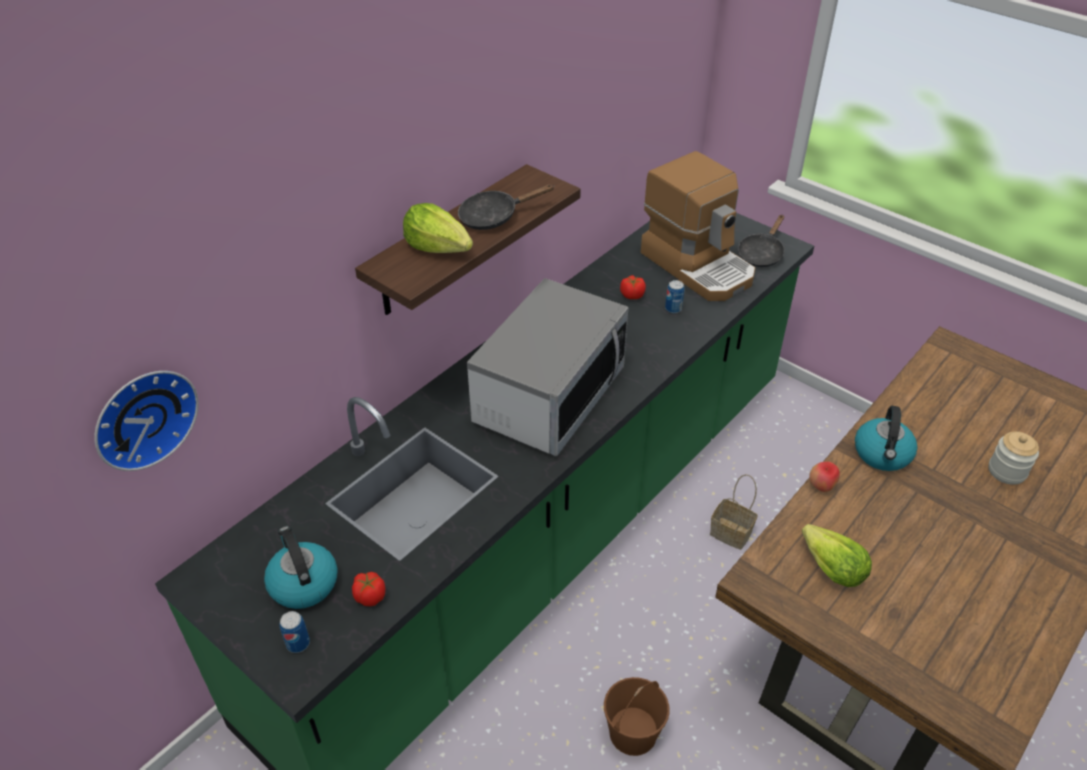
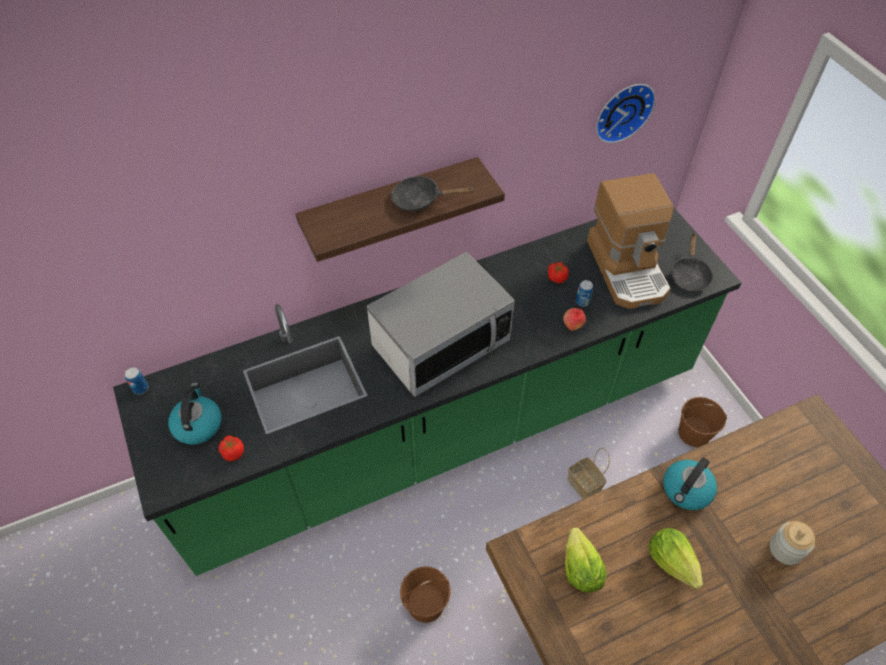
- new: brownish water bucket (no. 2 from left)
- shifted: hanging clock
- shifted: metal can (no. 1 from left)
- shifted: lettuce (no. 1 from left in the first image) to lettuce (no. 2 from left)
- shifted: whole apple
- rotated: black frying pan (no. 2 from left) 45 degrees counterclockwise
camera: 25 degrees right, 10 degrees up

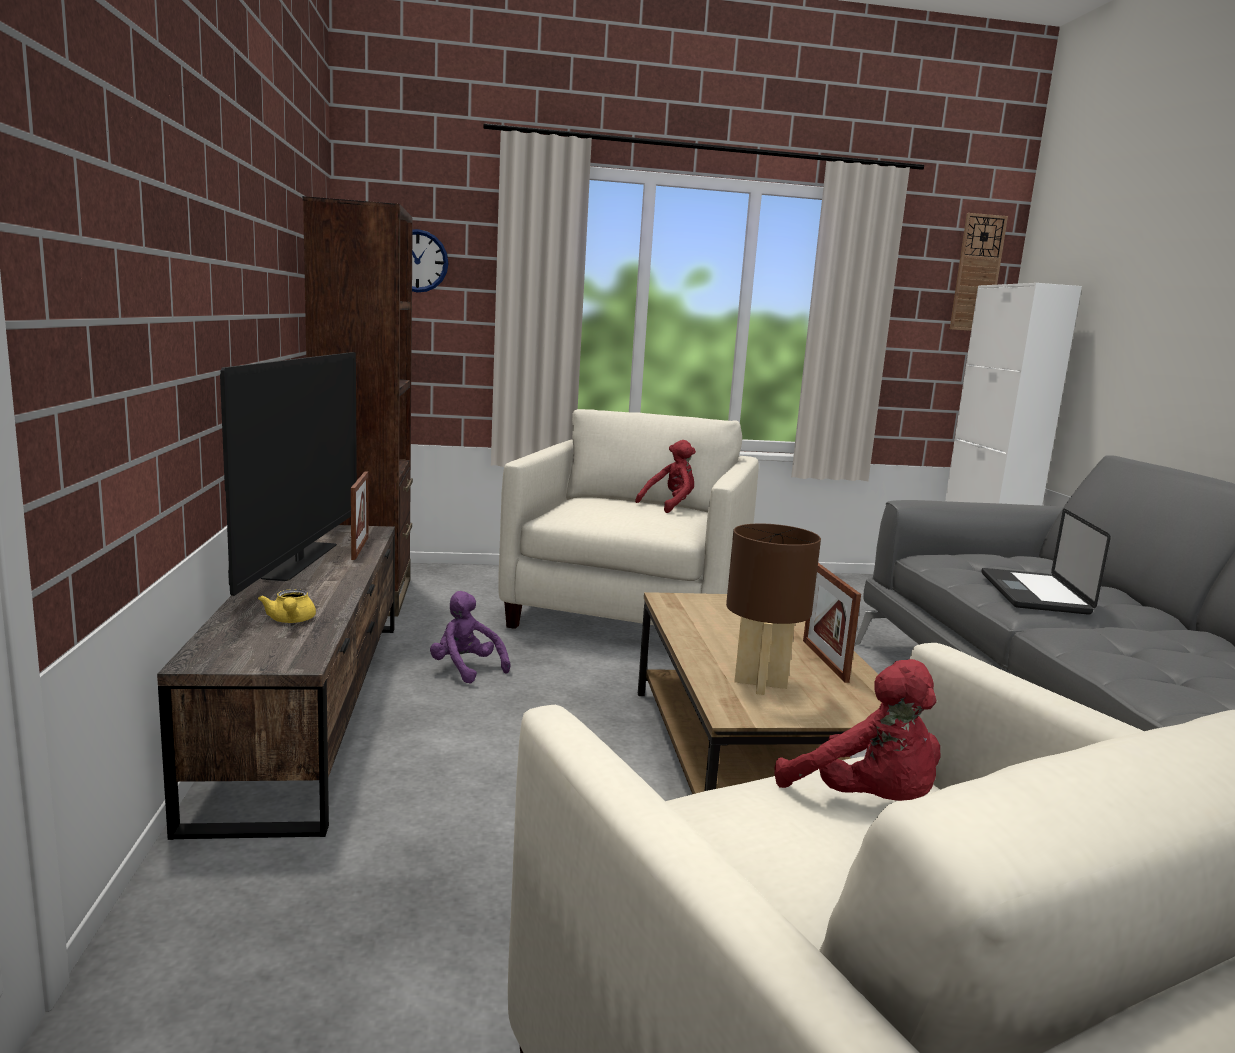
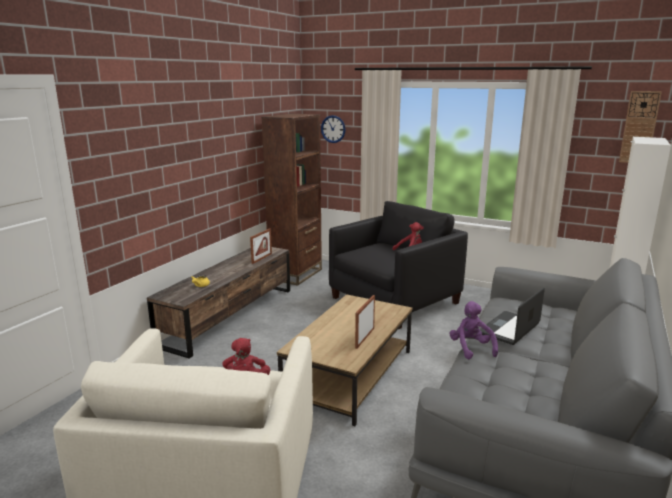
- gone: TV
- gone: brownish tabletop lamp
- shifted: purple cuddly toy
- repainted: sand-coloured lounge chair (no. 1 from left) to black lounge chair
camera: 35 degrees right, 5 degrees up

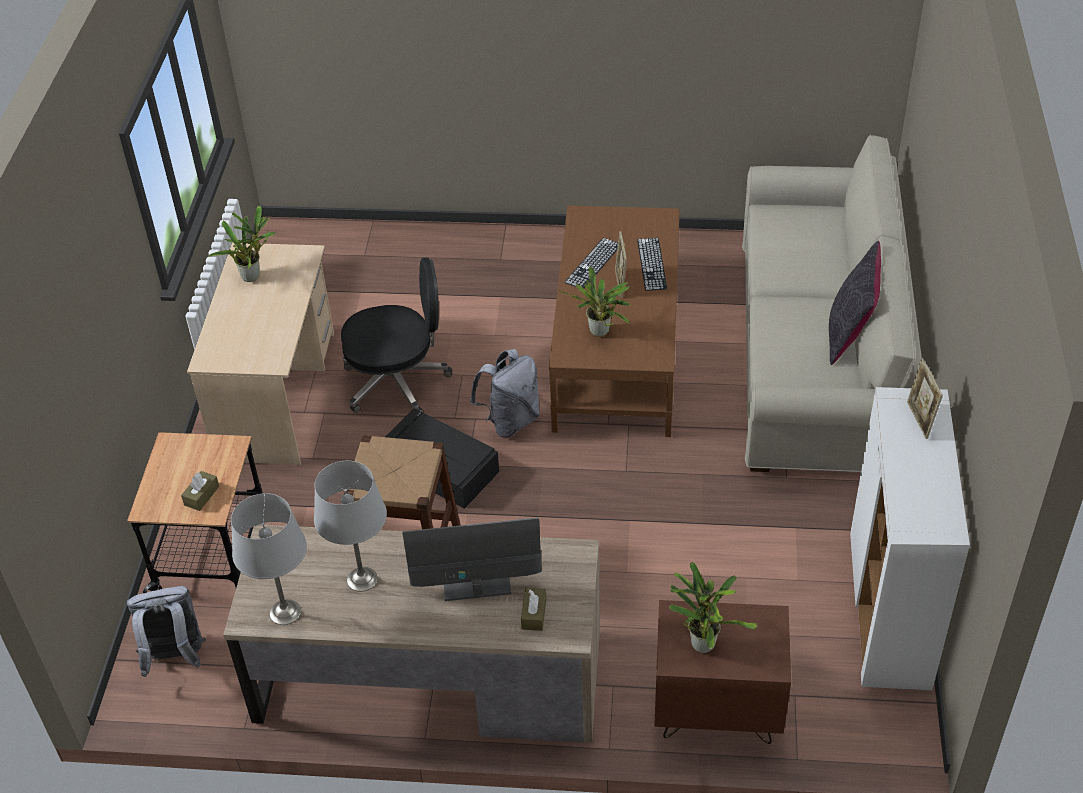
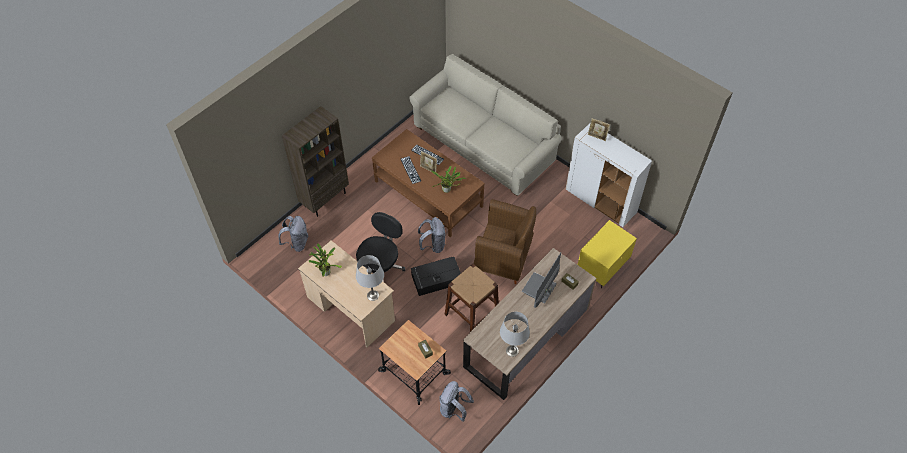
- gone: houseplant (no. 3 from left)
- gone: black throw pillow
- new: gray backpack (no. 1 from left)
- new: brownish bookcase
- new: brownish lounge chair
- shifted: gray tabletop lamp (no. 2 from left in the first image) to gray tabletop lamp (no. 1 from left)
- repainted: brownish nightstand to yellow-coloured nightstand
camera: 55 degrees left, 10 degrees up

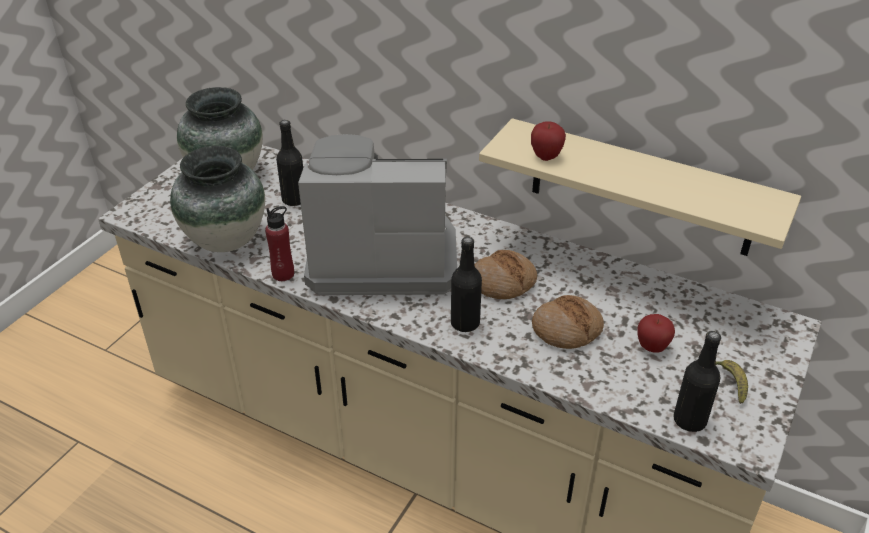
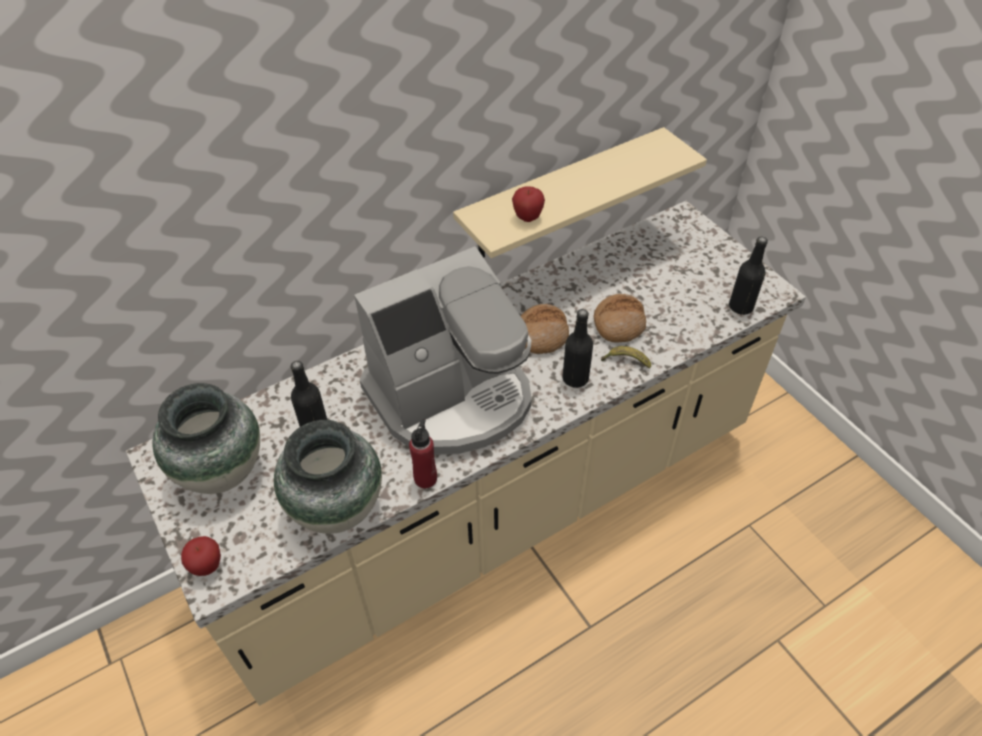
- shifted: whole apple (no. 2 from left in the first image) to whole apple (no. 1 from left)
- shifted: banana fruit
- rotated: coffee maker 150 degrees counterclockwise
camera: 60 degrees left, 10 degrees up

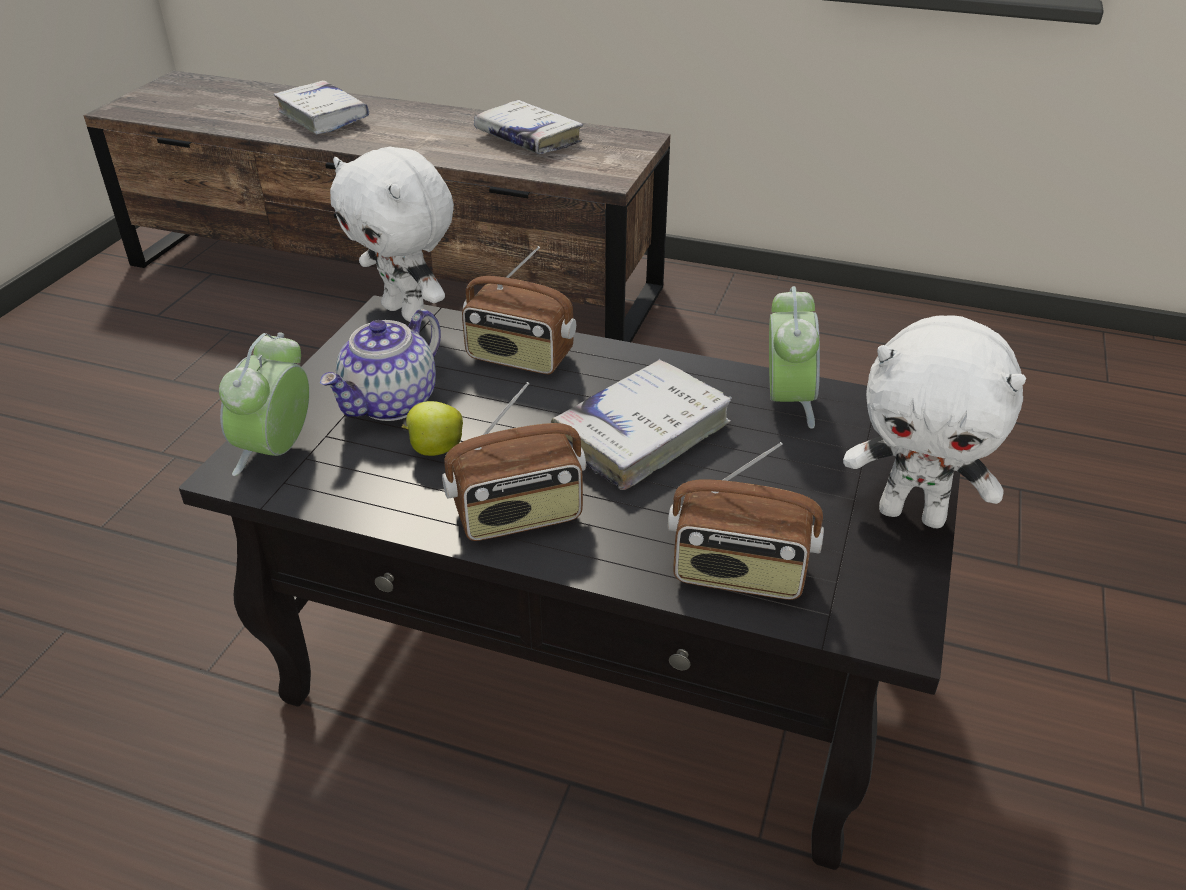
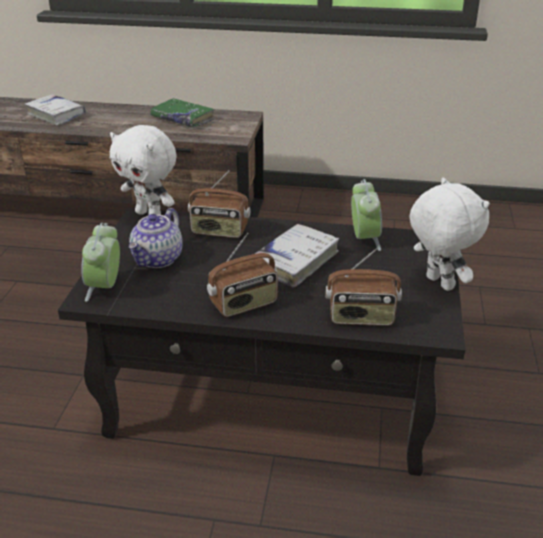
- gone: whole apple
- repainted: white-coloured bound book (no. 2 from left) to green-coloured bound book
- rotated: white-coloured cuddly toy (no. 2 from left) 135 degrees counterclockwise
camera: 10 degrees left, 5 degrees down

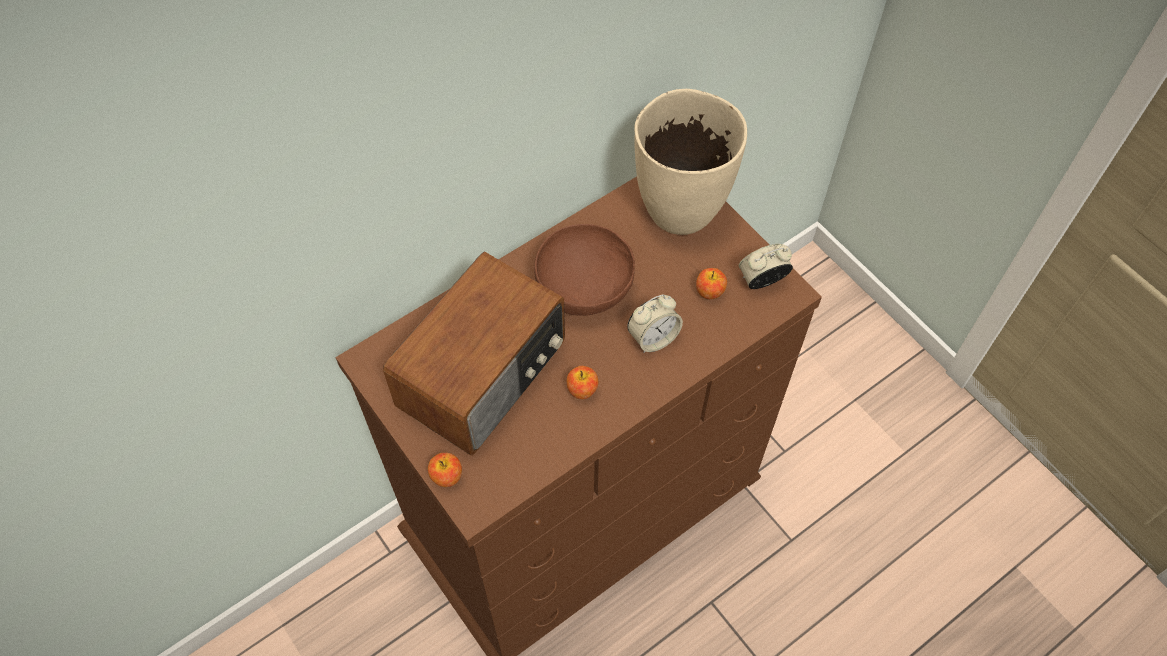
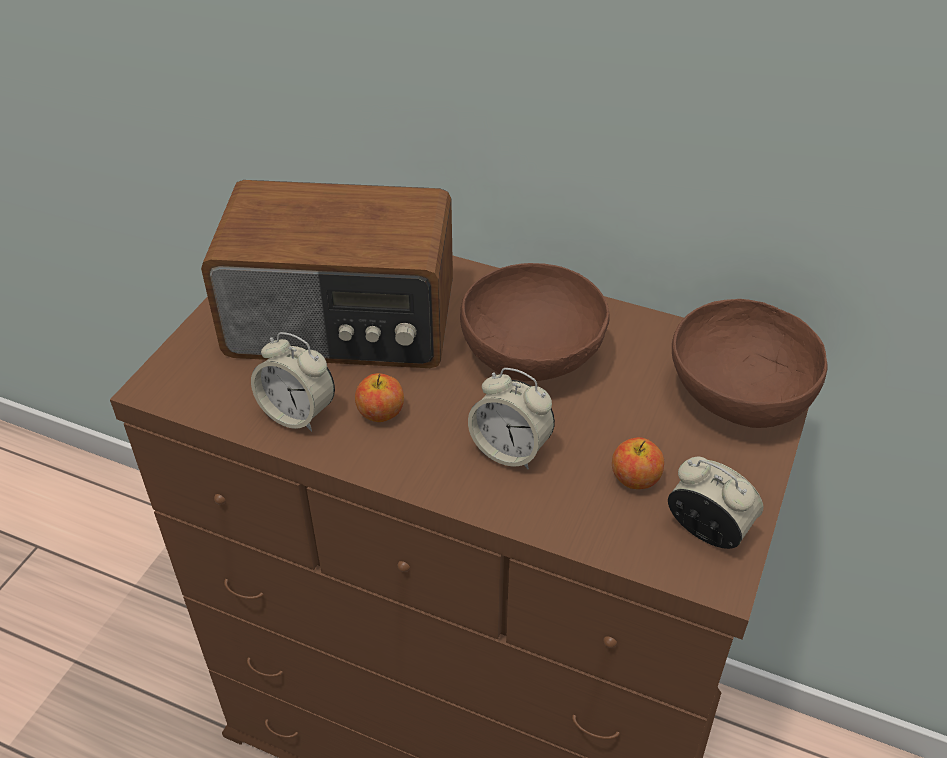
- gone: whole apple (no. 1 from left)
- new: table clock (no. 1 from left)
- swapped: sand-coloured decorative vase to brownish serving bowl (no. 2 from left)
camera: 60 degrees right, 15 degrees down

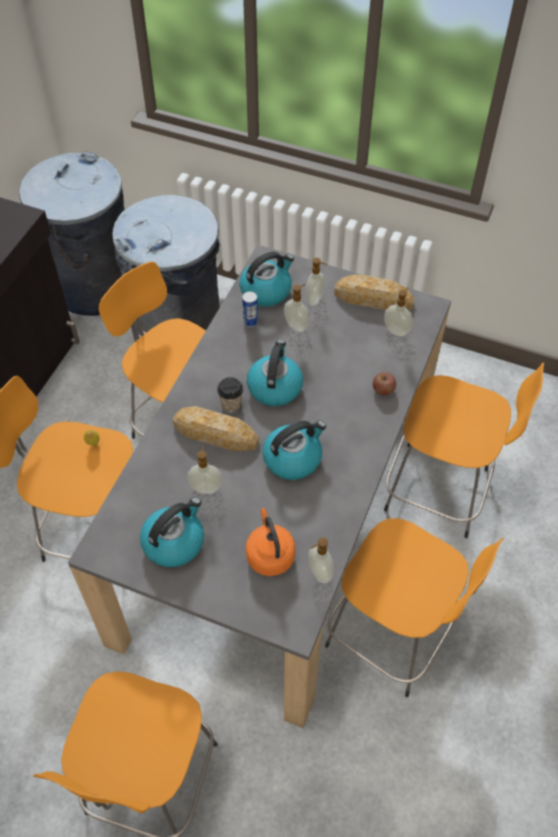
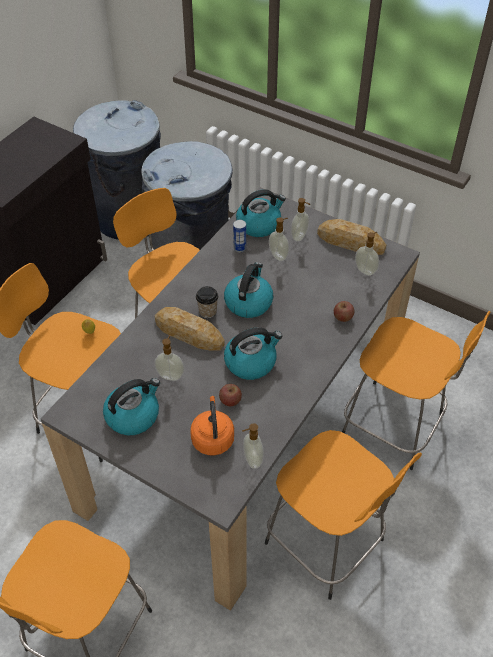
- new: whole apple (no. 1 from left)
camera: 10 degrees right, 5 degrees down

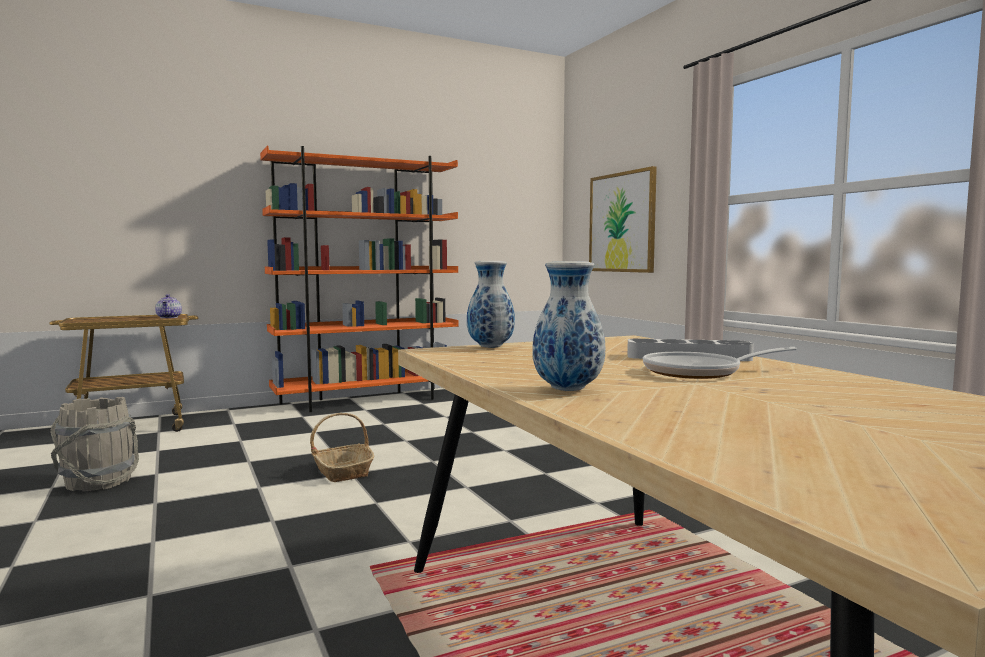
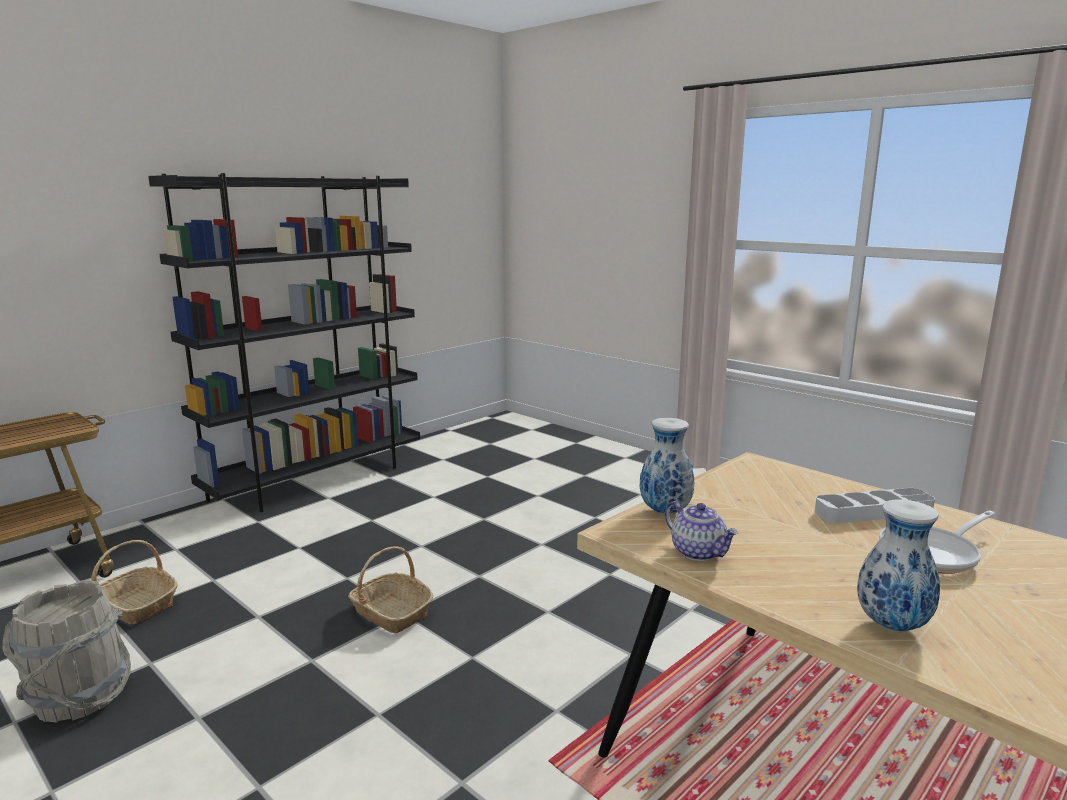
- gone: picture
- new: basket (no. 1 from left)
- shifted: teapot
- repainted: orangey bookcase to black bookcase
camera: 20 degrees left, 10 degrees up

